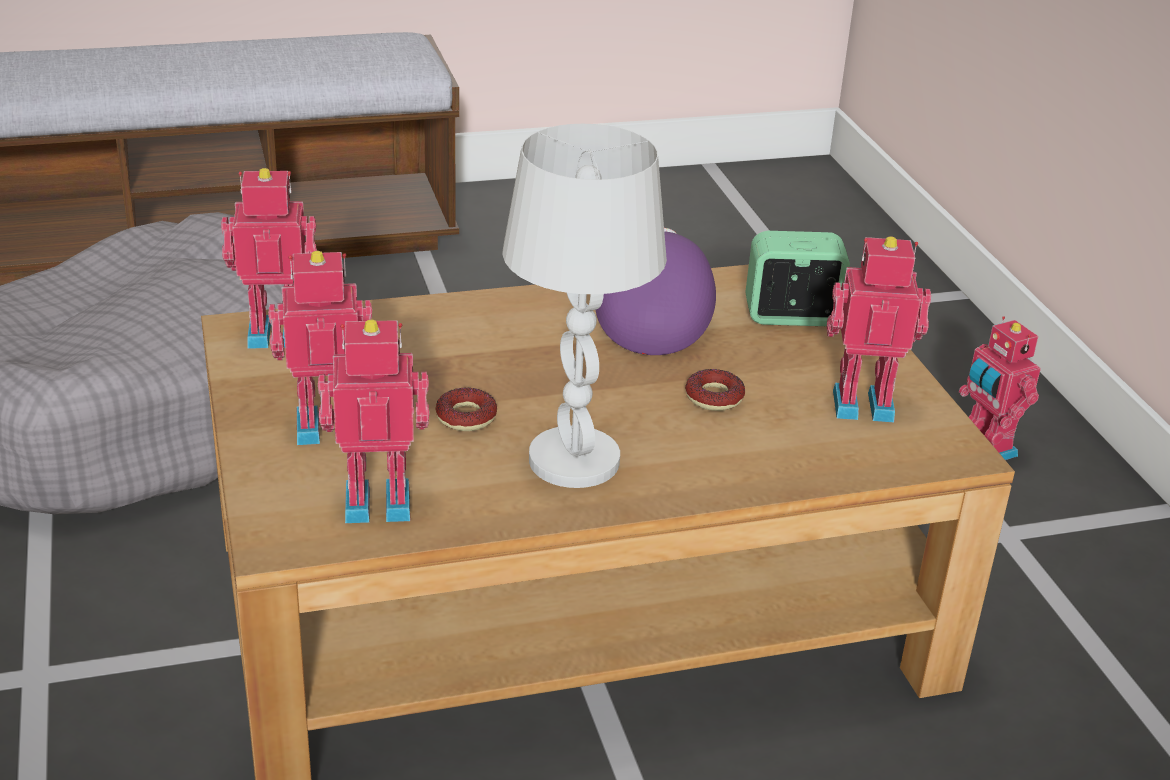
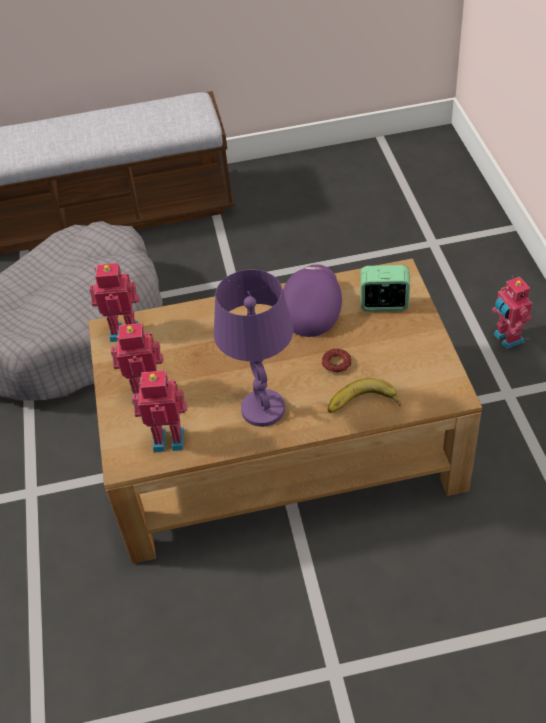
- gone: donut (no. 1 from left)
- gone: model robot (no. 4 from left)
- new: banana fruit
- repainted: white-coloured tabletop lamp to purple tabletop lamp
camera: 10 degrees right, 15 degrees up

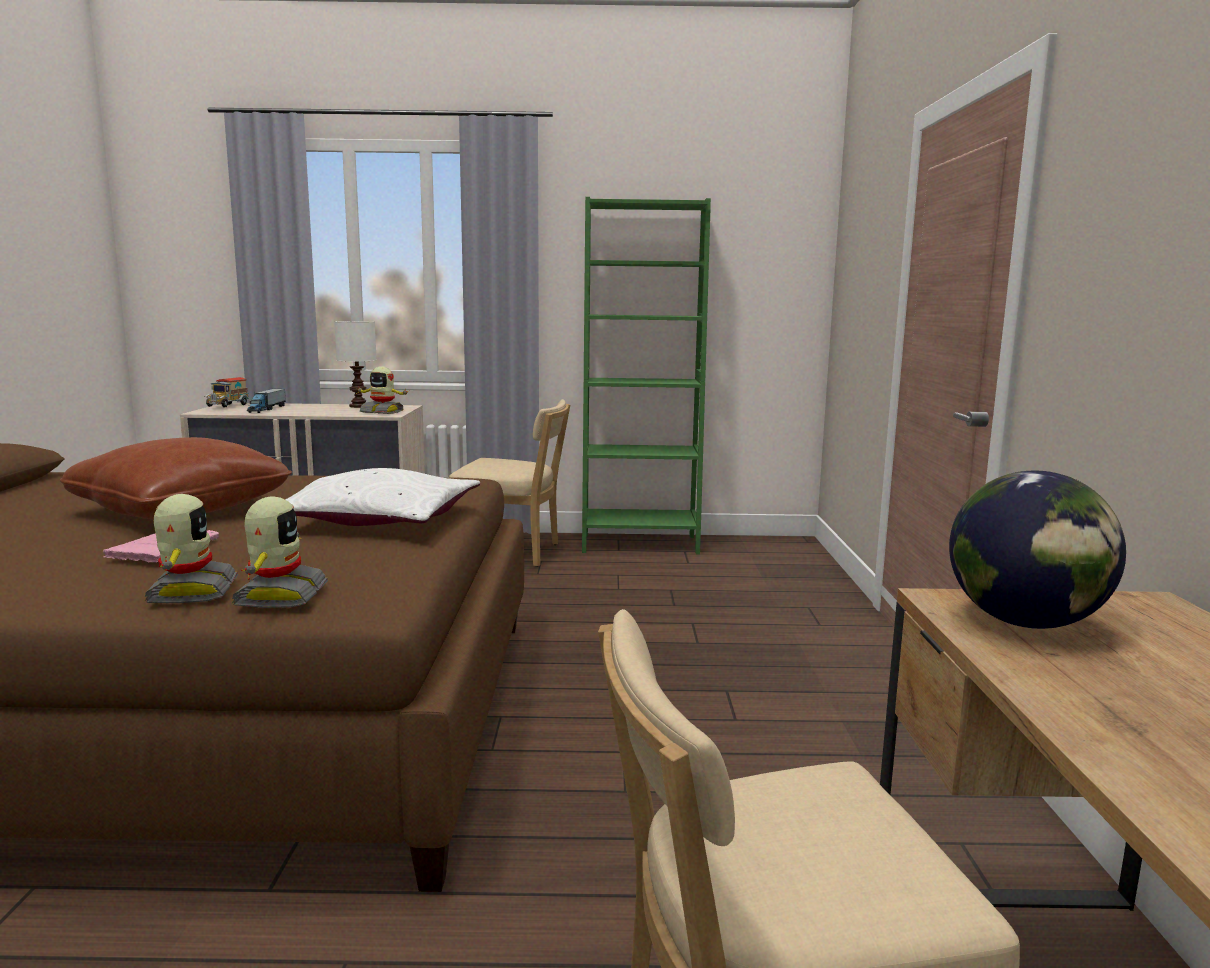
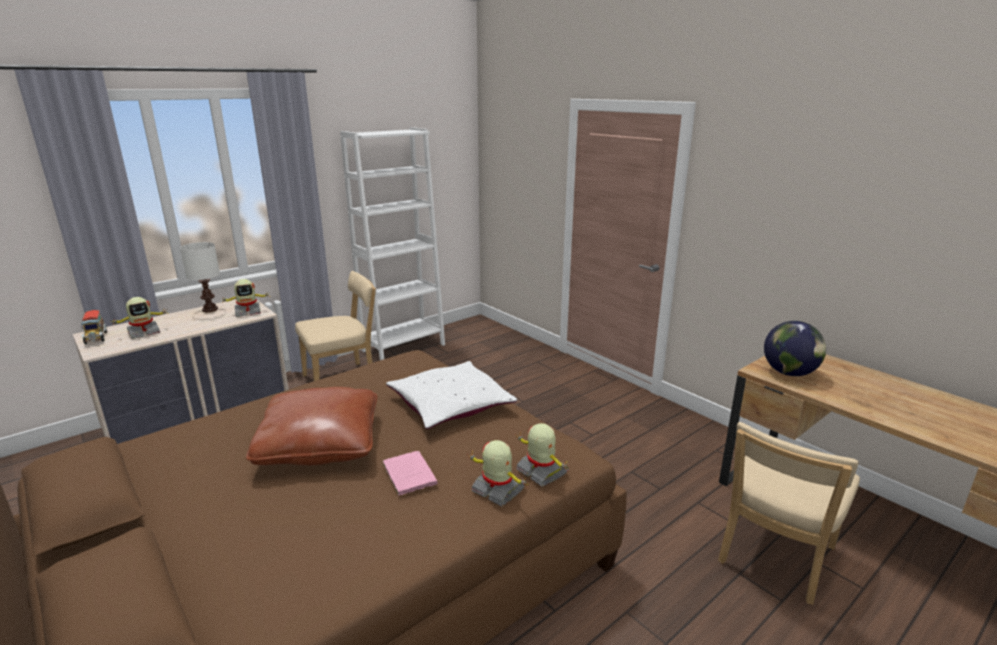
- swapped: toy truck (no. 2 from left) to model robot (no. 1 from left)
- repainted: green-coloured bookcase to white-coloured bookcase
camera: 40 degrees left, 10 degrees up

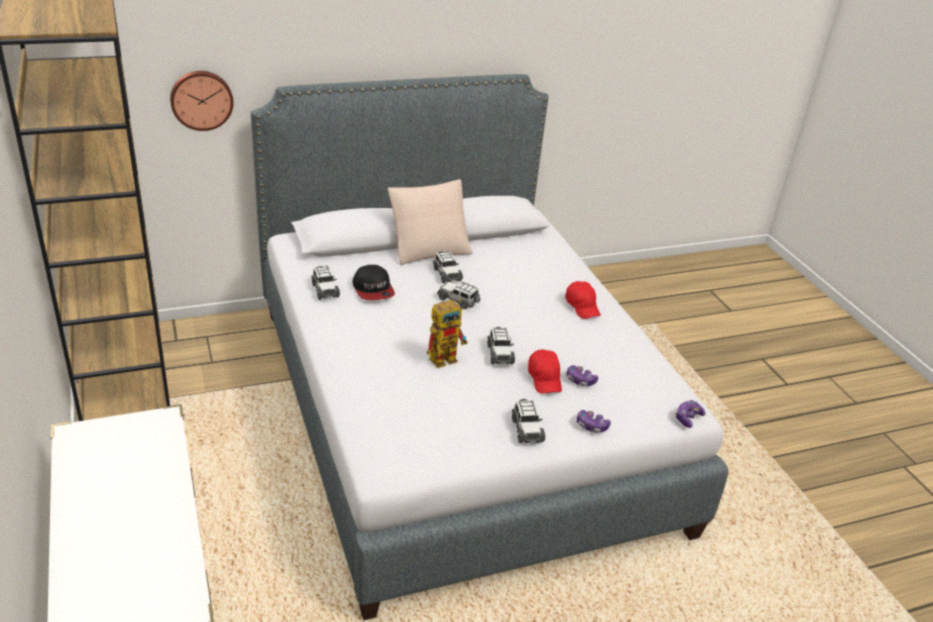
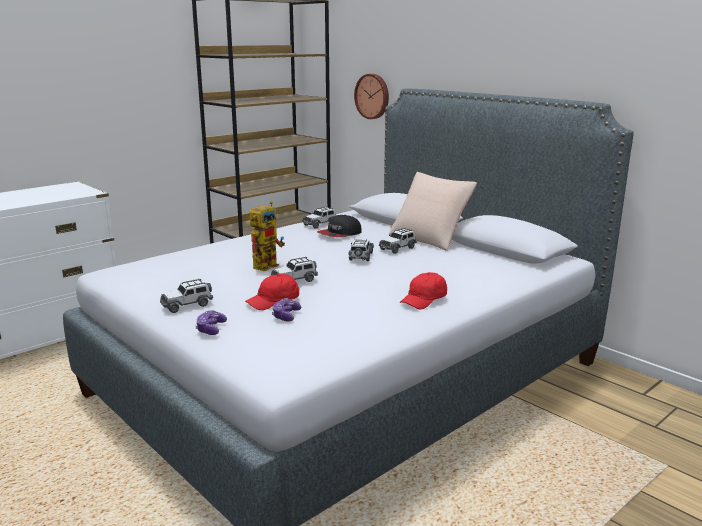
- gone: game controller (no. 3 from left)
- rotated: model robot 90 degrees counterclockwise
camera: 70 degrees right, 15 degrees down

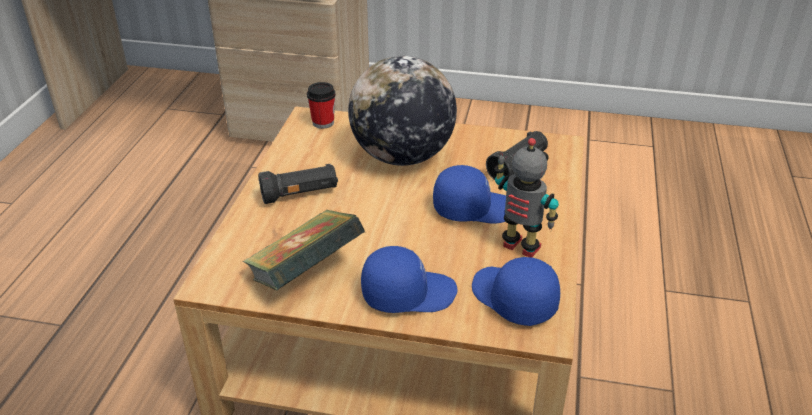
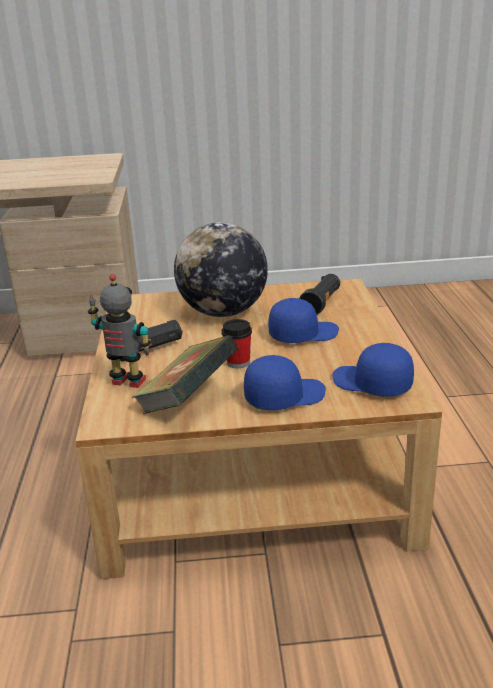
- shifted: small cup
- shifted: model robot
camera: 15 degrees left, 10 degrees down

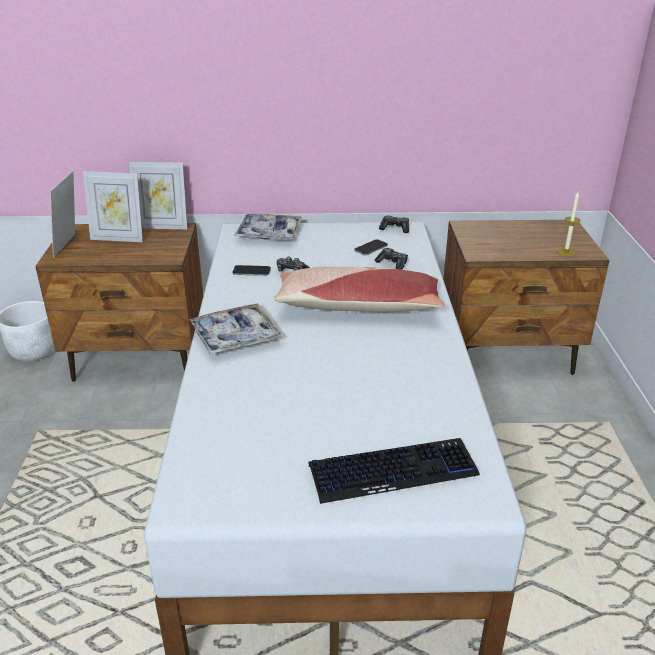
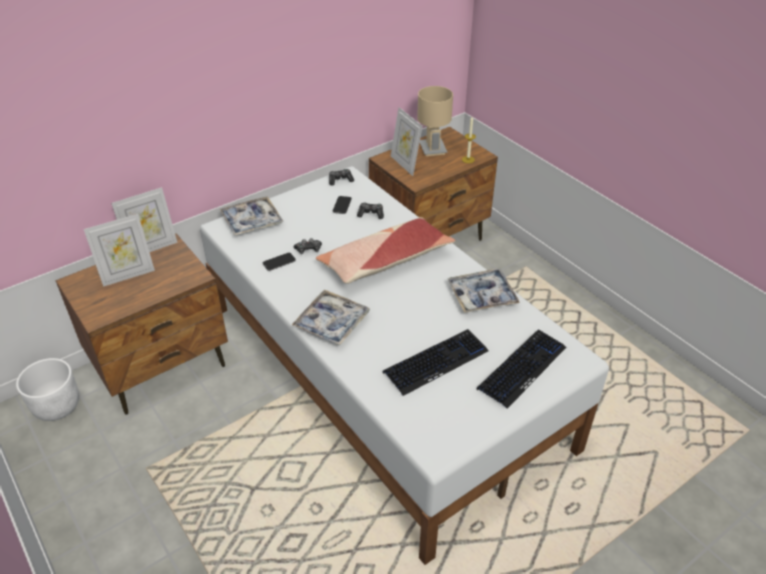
- new: keyboard (no. 1 from left)
- new: sand-coloured tabletop lamp
- new: carrying tray (no. 3 from left)
- shifted: picture frame (no. 1 from left in the first image) to picture frame (no. 3 from left)
camera: 35 degrees left, 10 degrees up

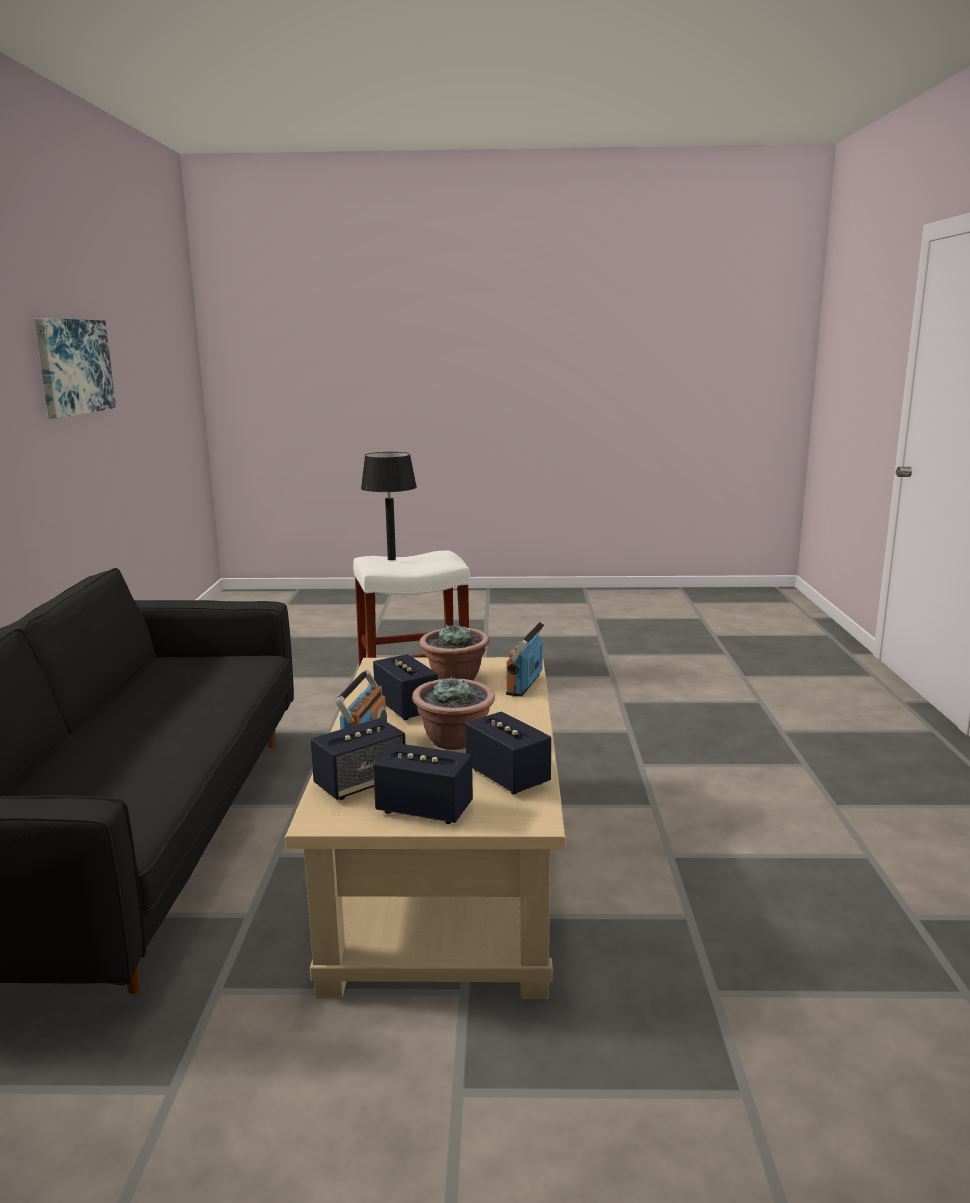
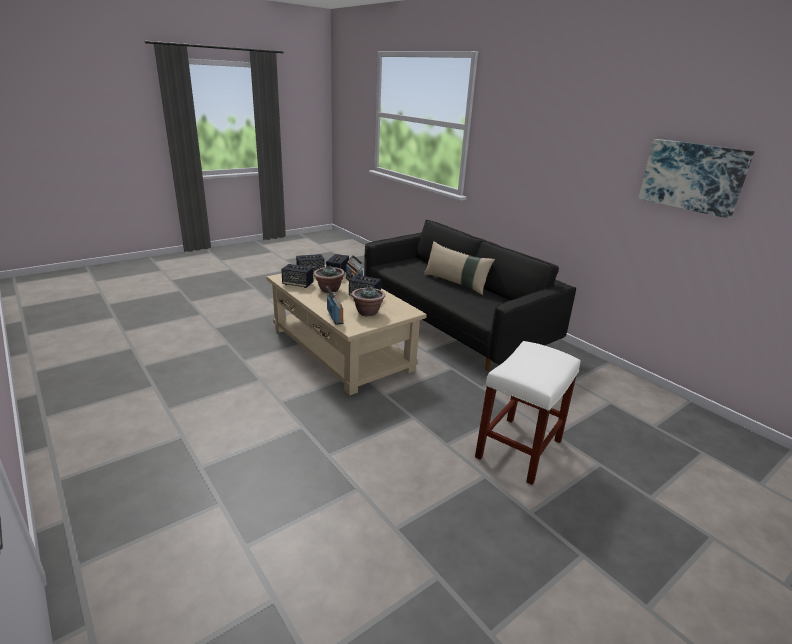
- gone: black tabletop lamp
- new: sand-coloured throw pillow
camera: 140 degrees right, 10 degrees up

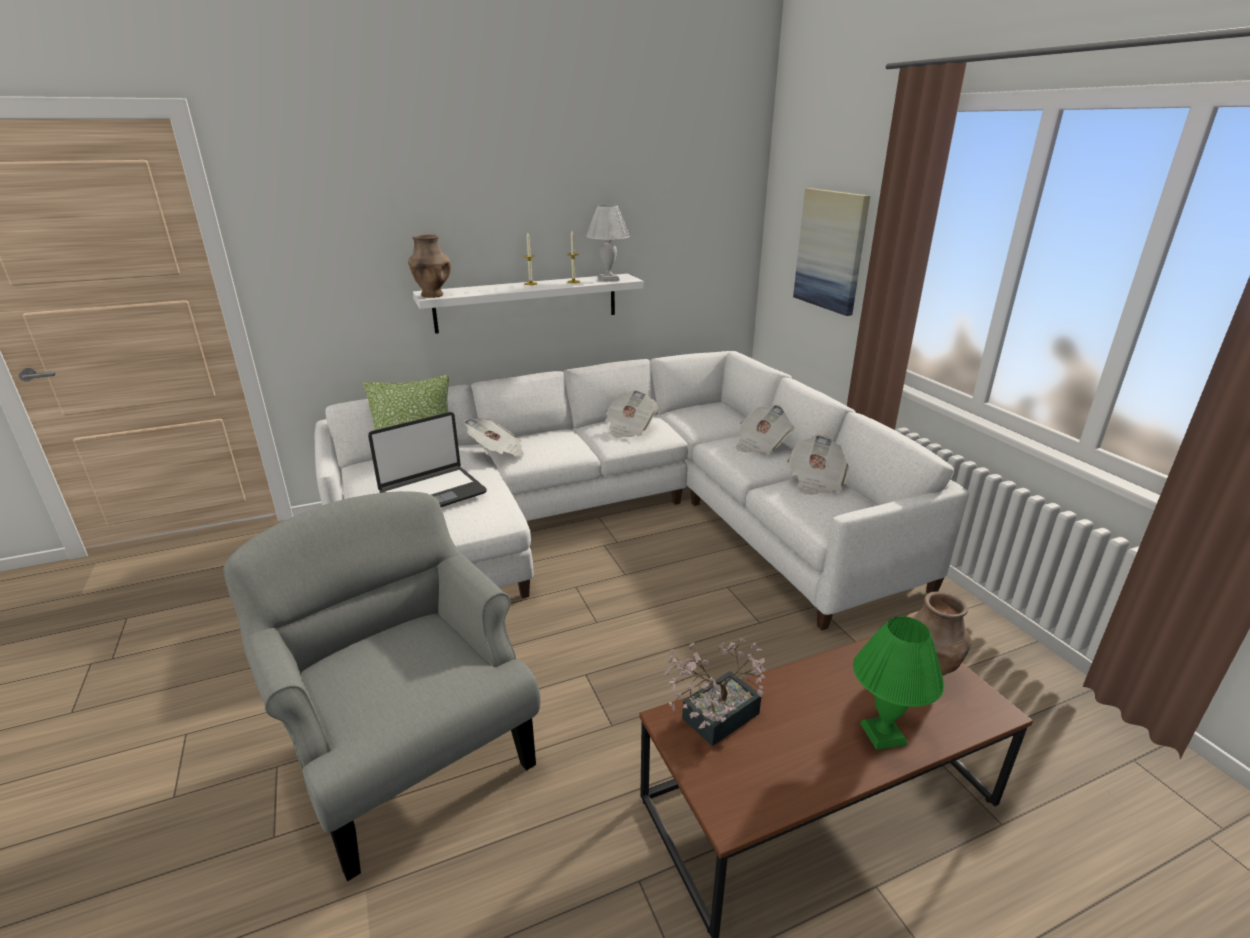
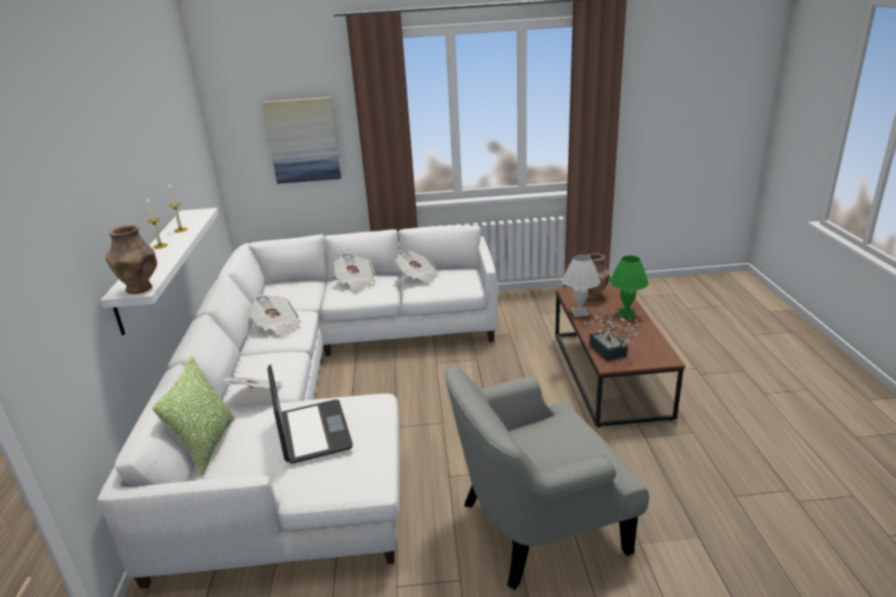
- shifted: white-coloured tabletop lamp
camera: 70 degrees left, 0 degrees up

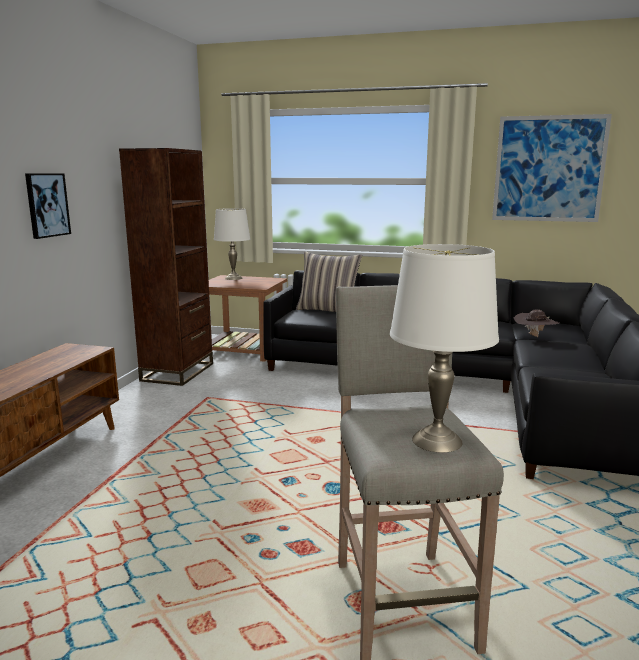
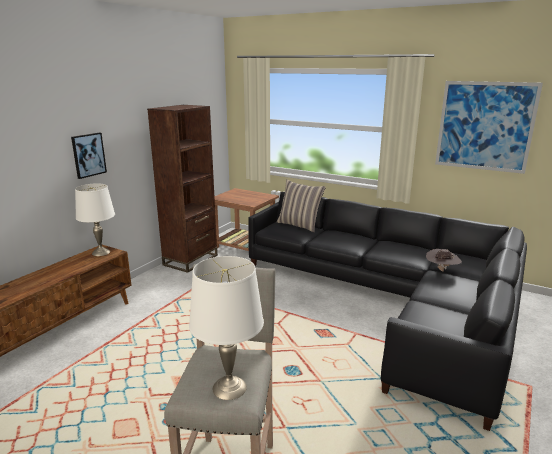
- shifted: white-coloured tabletop lamp (no. 1 from left)
camera: 15 degrees right, 5 degrees up

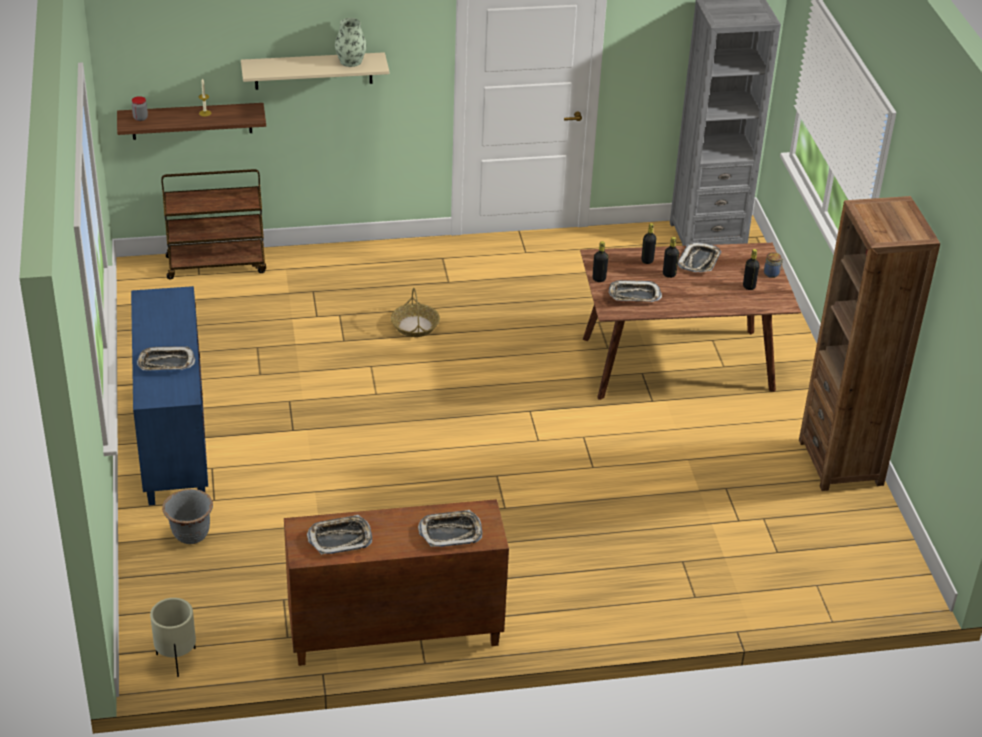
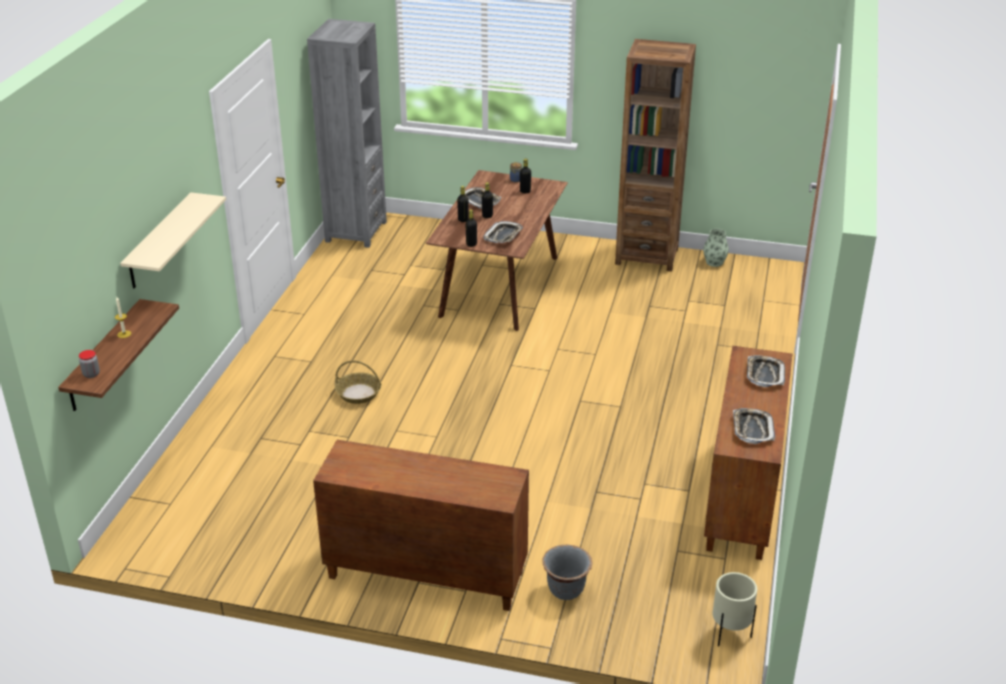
- gone: carrying tray (no. 1 from left)
- gone: brownish cart
- shifted: decorative vase
- repainted: bluish storage cabinet to brownish storage cabinet (no. 1 from left)
camera: 65 degrees left, 5 degrees down

